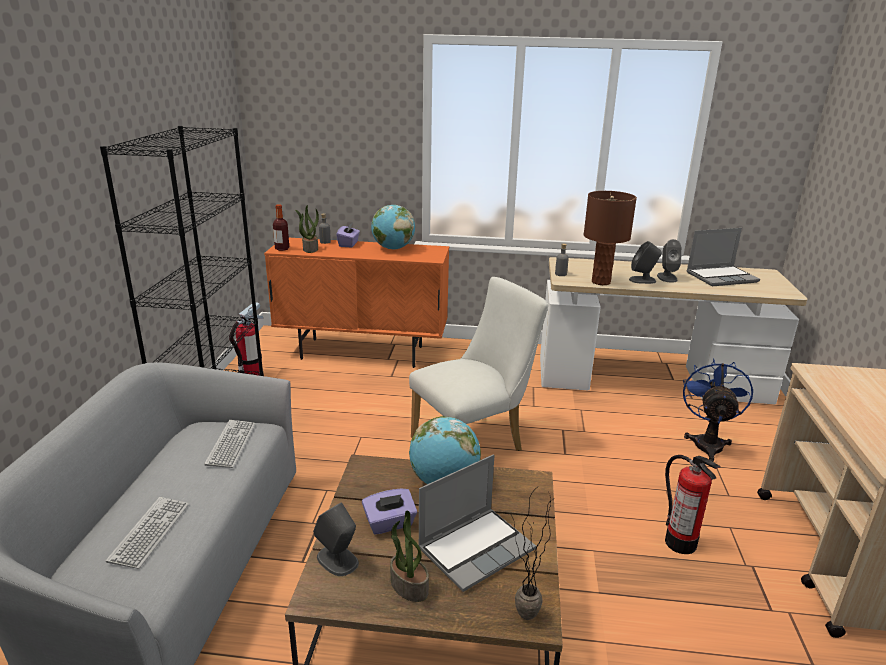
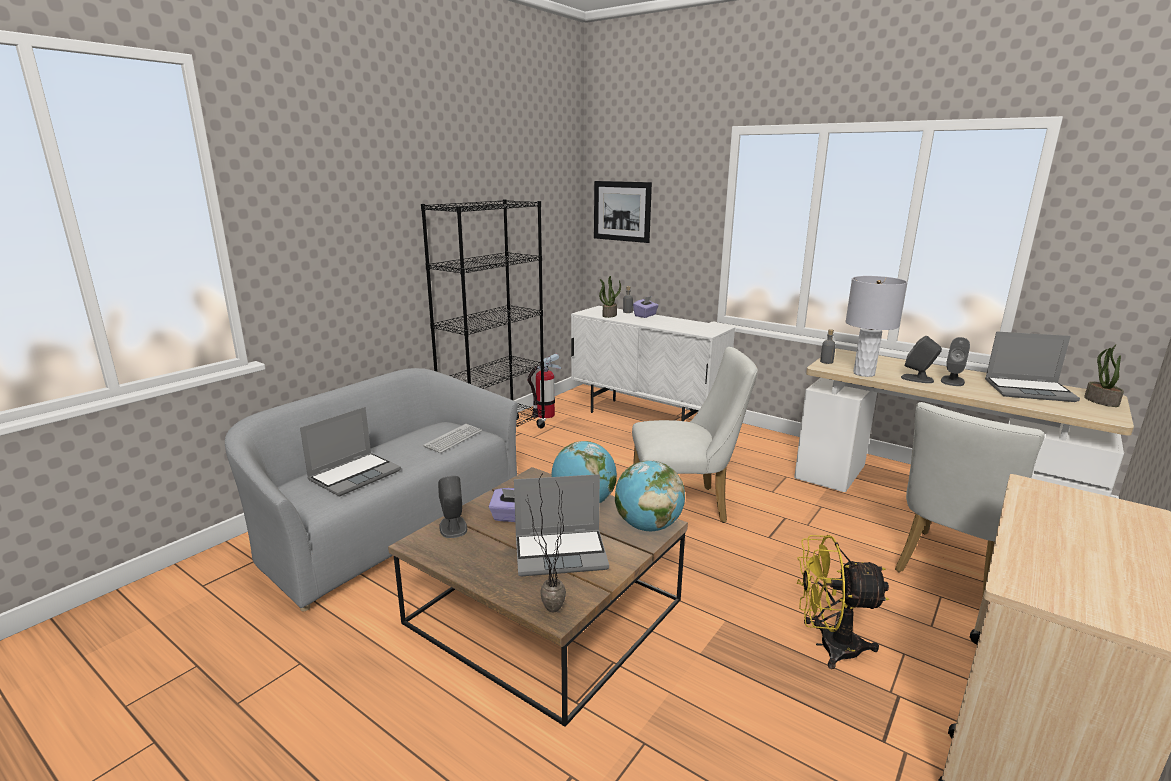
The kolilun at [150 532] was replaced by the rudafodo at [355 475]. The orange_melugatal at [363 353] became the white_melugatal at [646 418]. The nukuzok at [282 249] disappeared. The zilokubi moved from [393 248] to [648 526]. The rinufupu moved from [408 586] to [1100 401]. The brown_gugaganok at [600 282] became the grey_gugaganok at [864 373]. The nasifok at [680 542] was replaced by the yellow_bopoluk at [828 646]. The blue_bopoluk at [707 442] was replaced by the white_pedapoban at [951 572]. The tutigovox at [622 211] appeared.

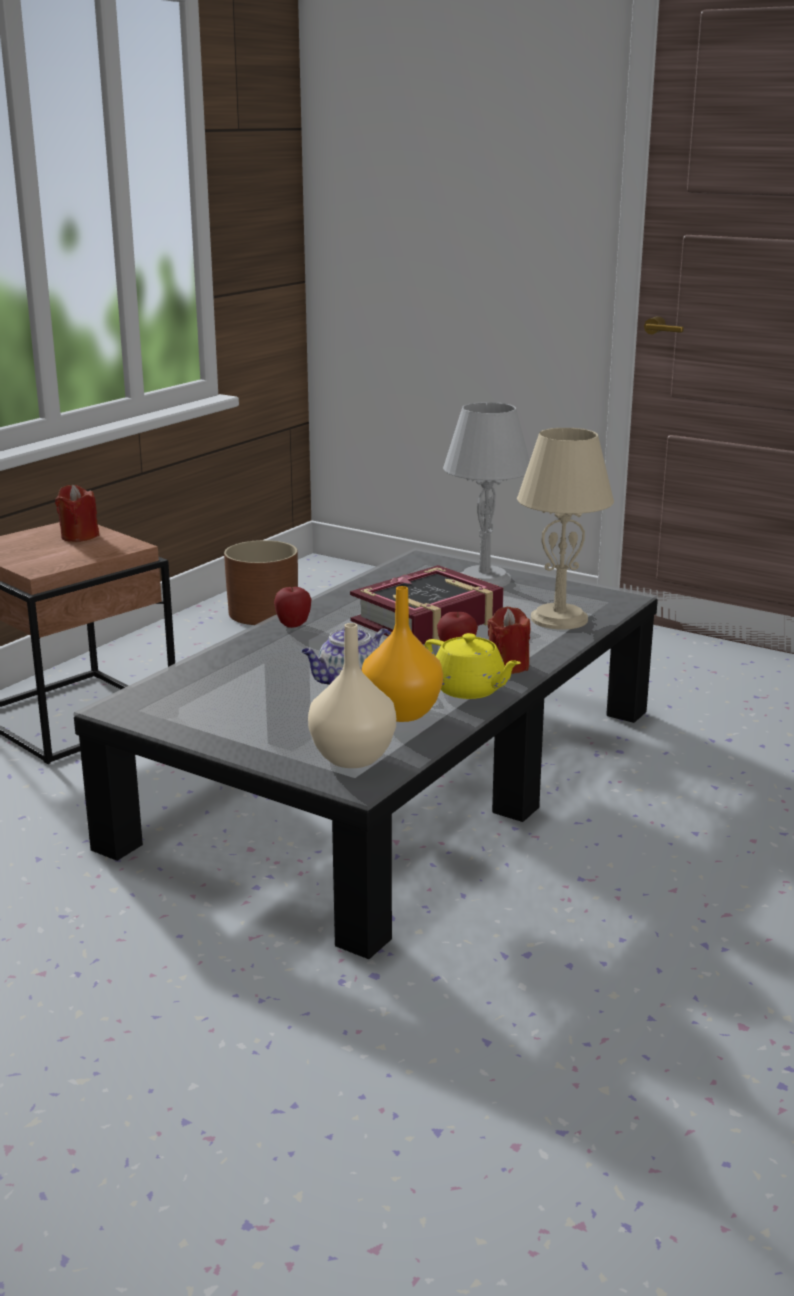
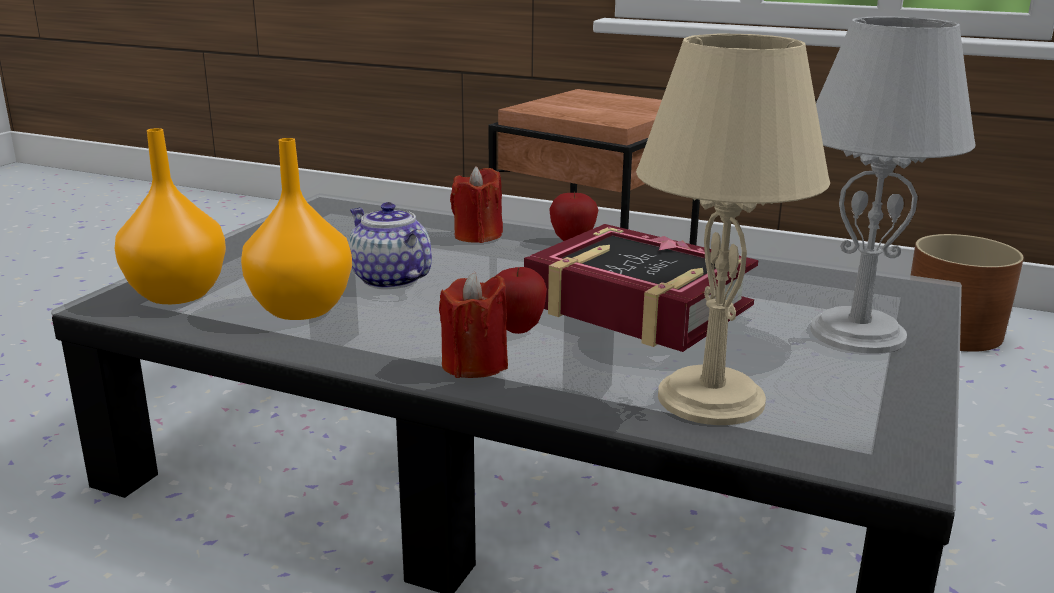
The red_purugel moved from [79 536] to [478 235]. The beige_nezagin at [351 757] became the orange_nezagin at [179 294]. The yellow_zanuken at [469 690] disappeared.

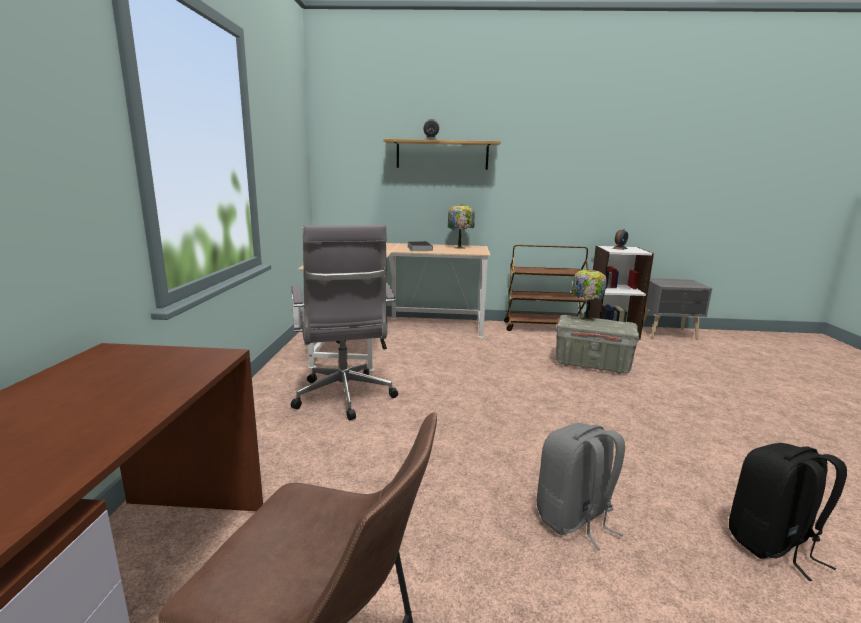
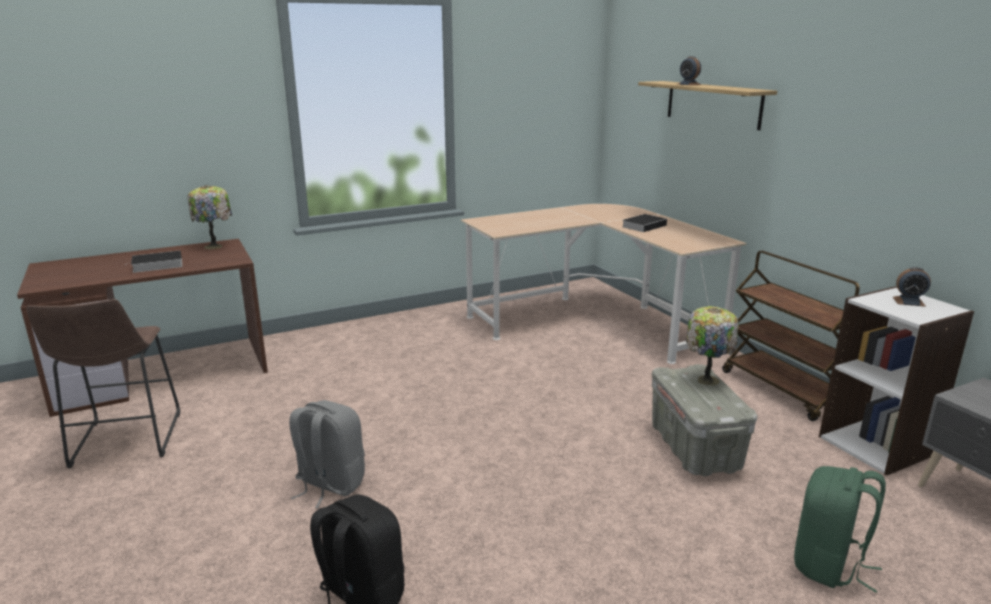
The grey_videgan at [344 398] disappeared. The gugaganok moved from [460 247] to [215 246]. The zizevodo at [156 265] appeared. The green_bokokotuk at [829 565] appeared.

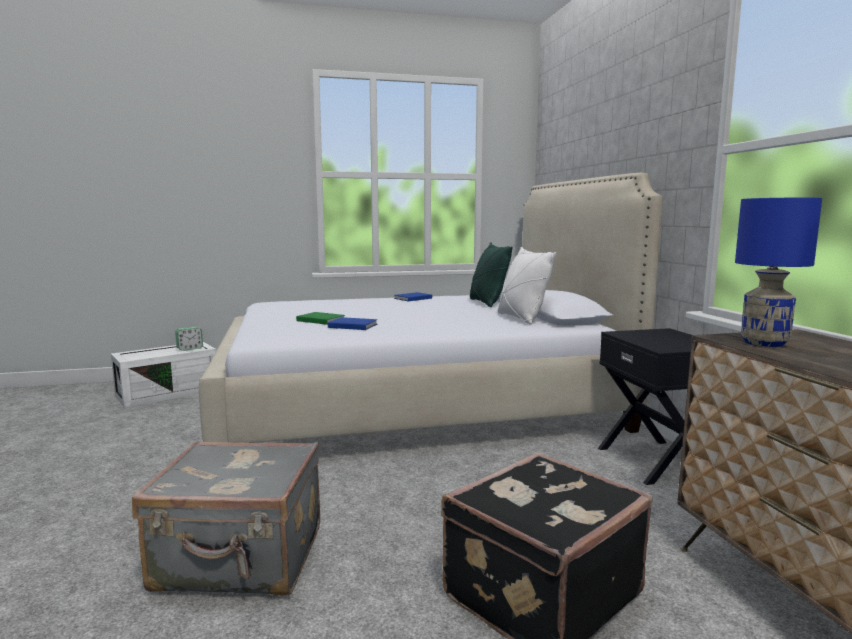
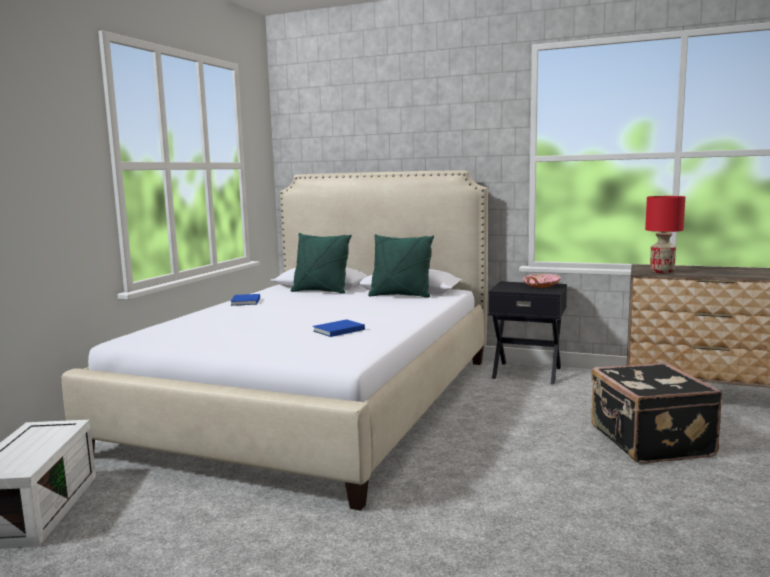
The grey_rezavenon at [241 559] disappeared. The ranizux at [190 348] disappeared. The green_zizevodo at [320 320] disappeared. The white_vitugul at [521 318] became the green_vitugul at [400 296]. The blue_gugaganok at [764 343] became the red_gugaganok at [661 271]. The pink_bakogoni at [540 286] appeared.

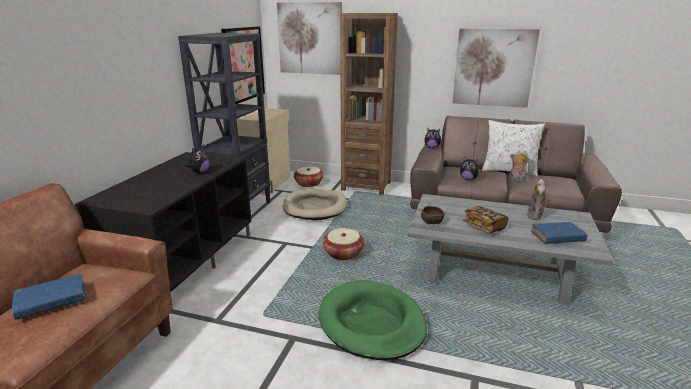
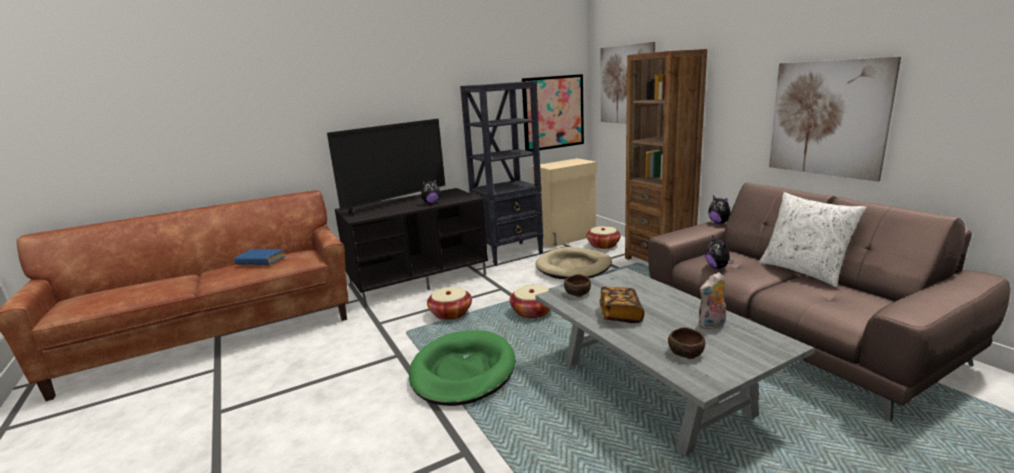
The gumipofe at [517 180] disappeared. The blue_zizevodo at [557 237] was replaced by the brown_bakogoni at [686 353]. The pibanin at [396 203] appeared. The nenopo at [451 313] appeared.

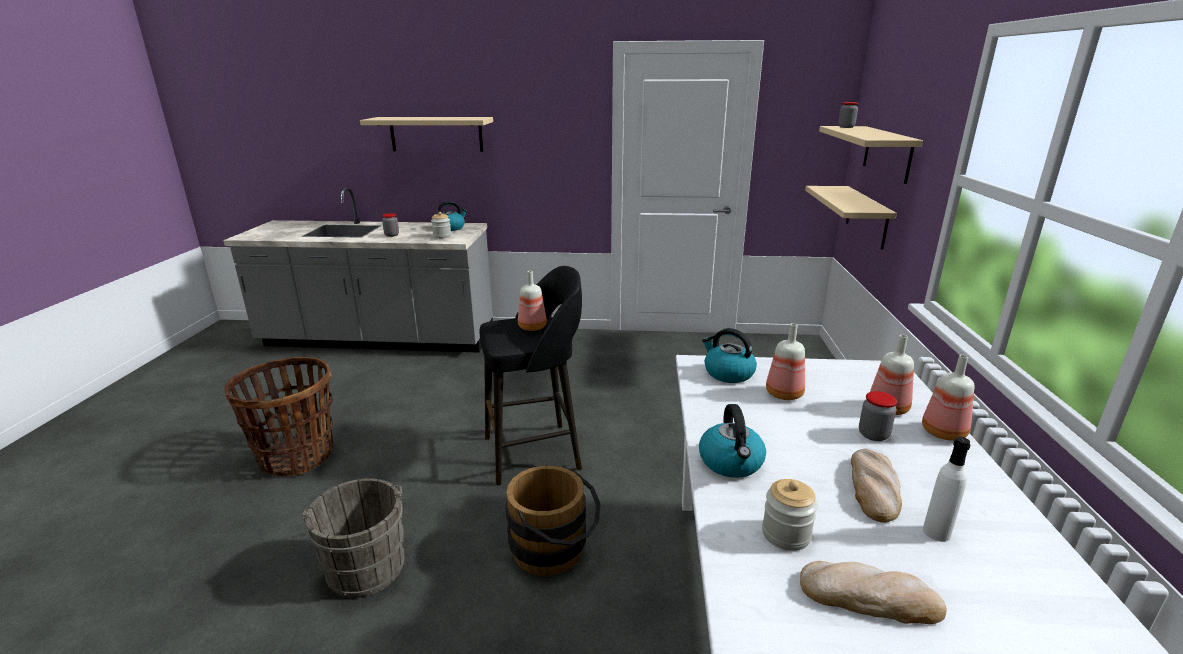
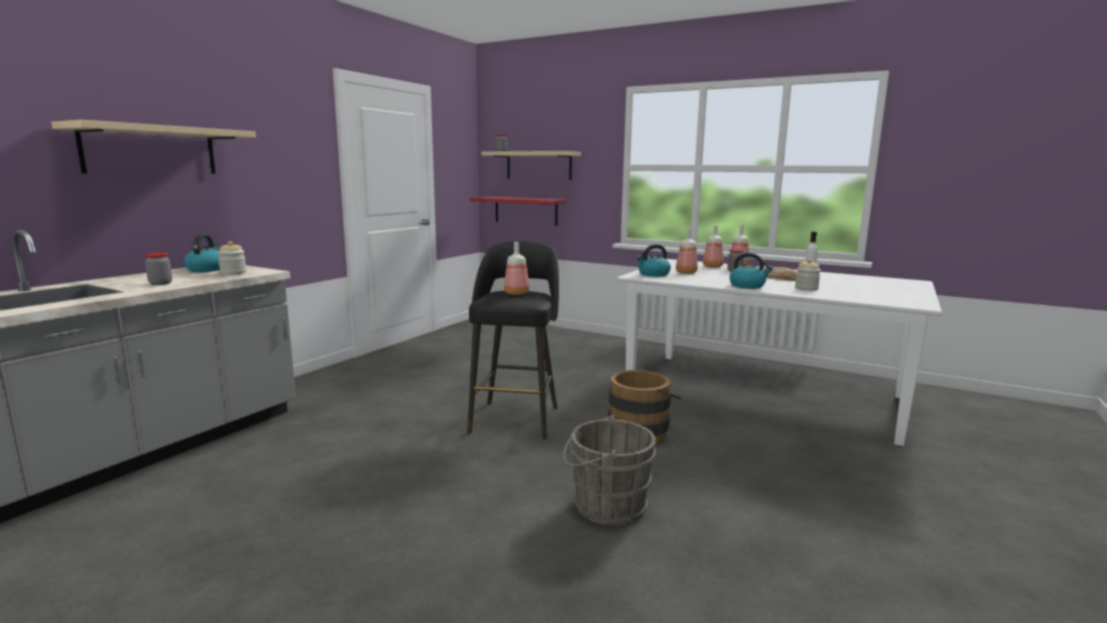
The nenopo at [297 456] disappeared. The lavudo at [869 597] disappeared. The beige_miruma at [866 216] became the red_miruma at [526 210].

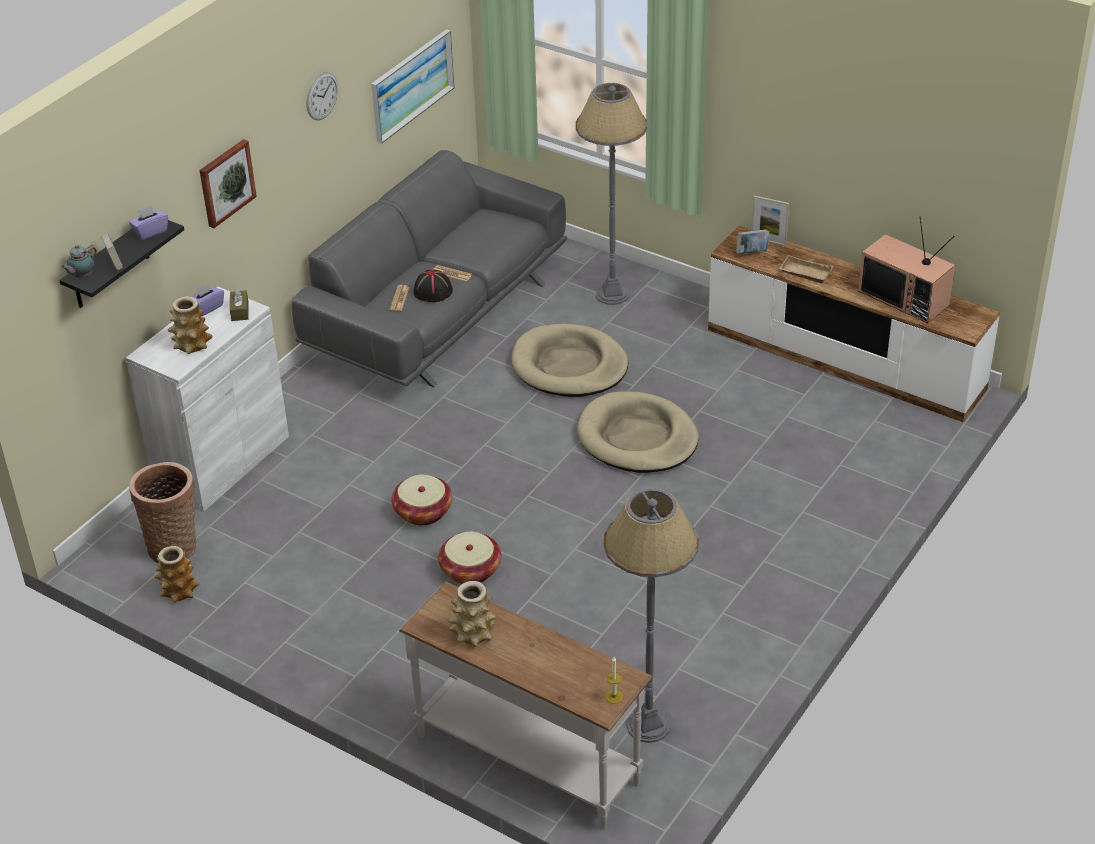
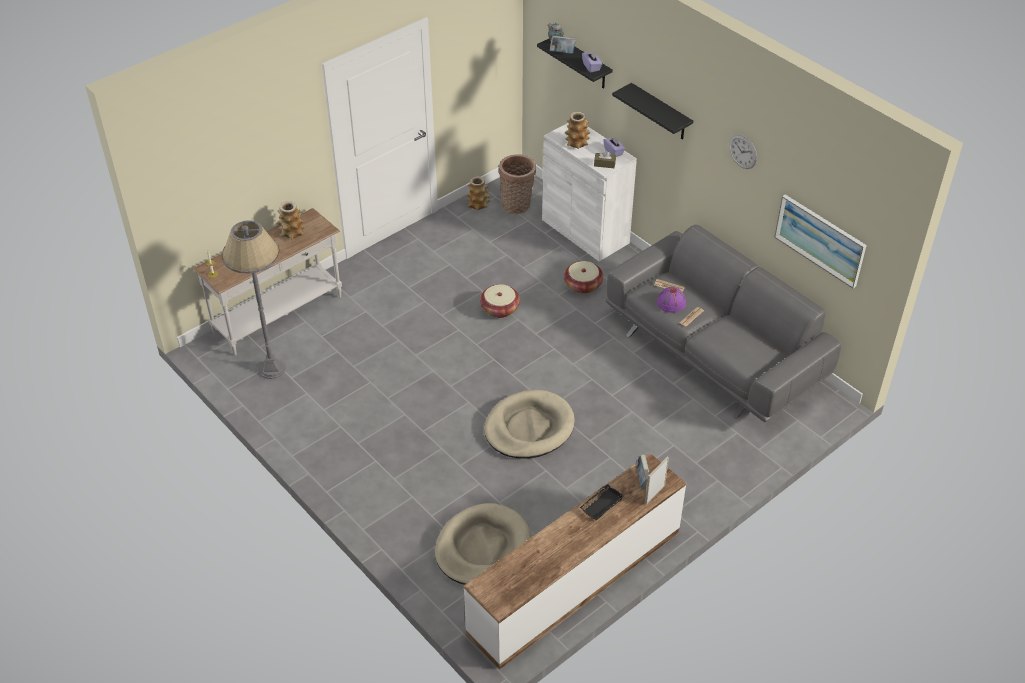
The tutigovox at [226 182] was replaced by the black_miruma at [660 113]. The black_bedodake at [433 291] became the purple_bedodake at [671 303]. The nenopo moved from [470 570] to [583 285]. The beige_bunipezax moved from [569 366] to [482 548]. The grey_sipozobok at [612 295] disappeared. The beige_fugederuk at [804 273] became the black_fugederuk at [601 504]. The pibanin at [906 298] disappeared.

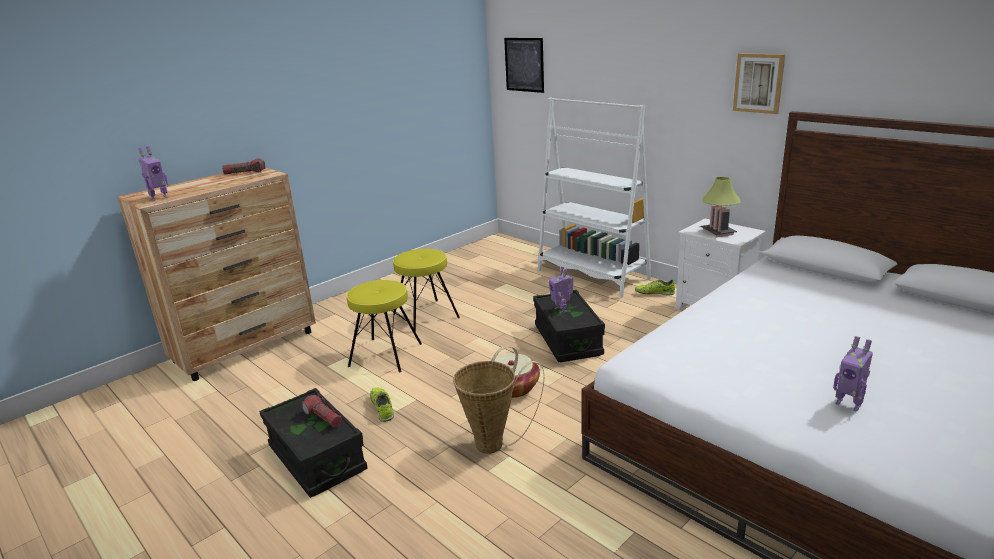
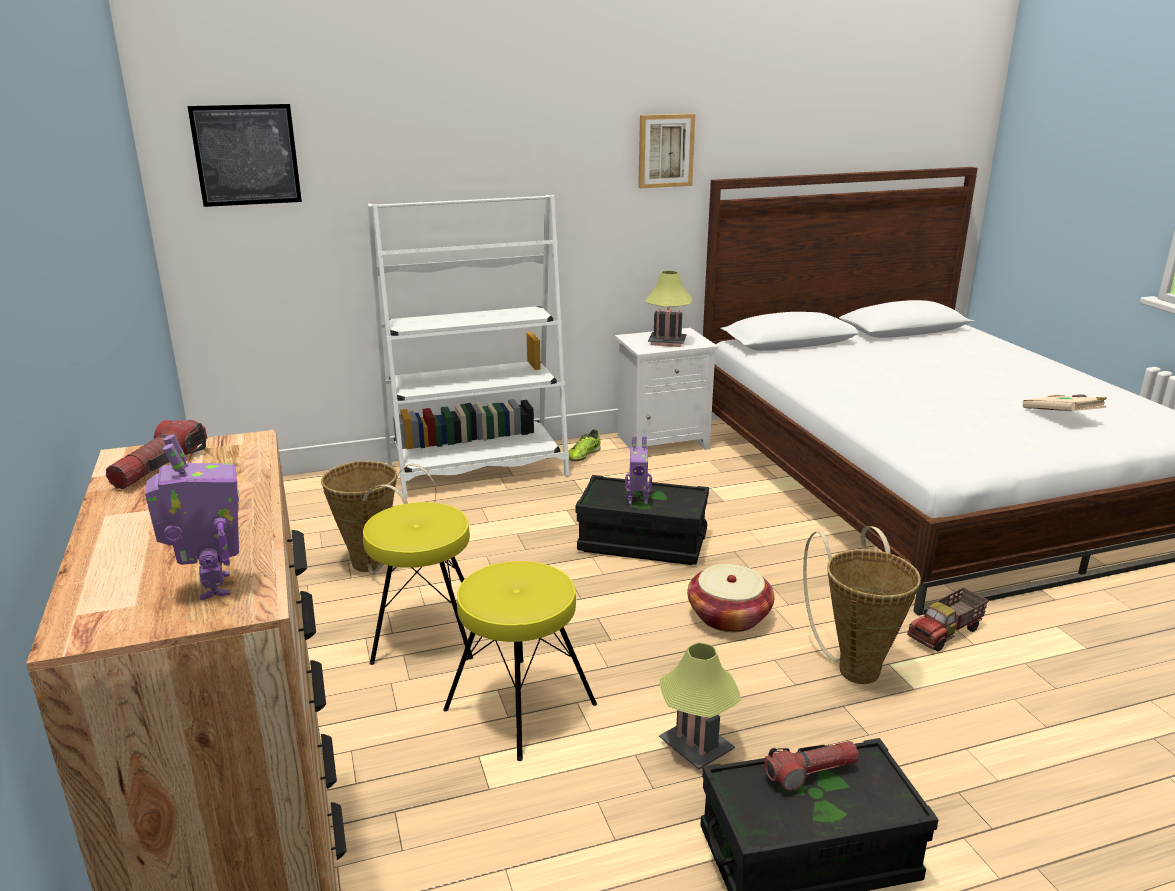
The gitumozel at [382 407] was replaced by the gugaganok at [696 747]. The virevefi at [848 404] was replaced by the beige_zizevodo at [1061 416]. The nenopo at [376 566] appeared. The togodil at [946 633] appeared.

